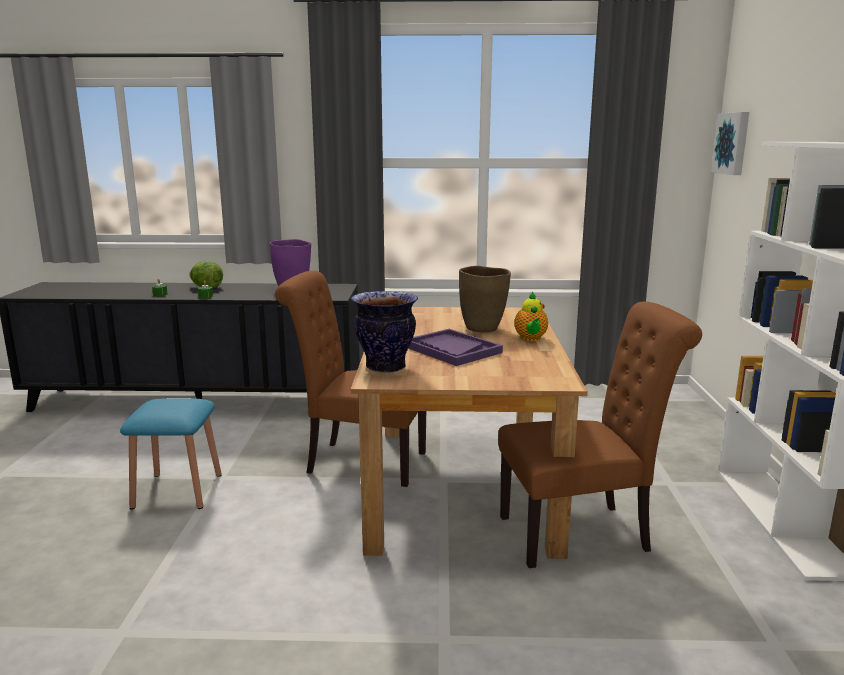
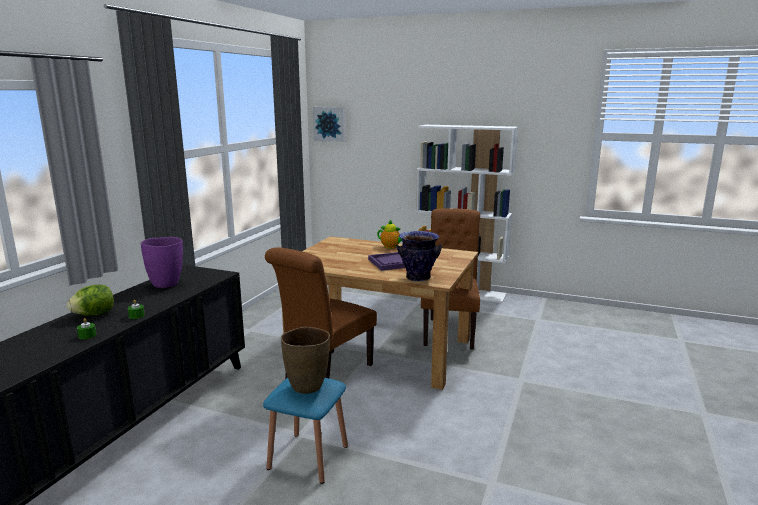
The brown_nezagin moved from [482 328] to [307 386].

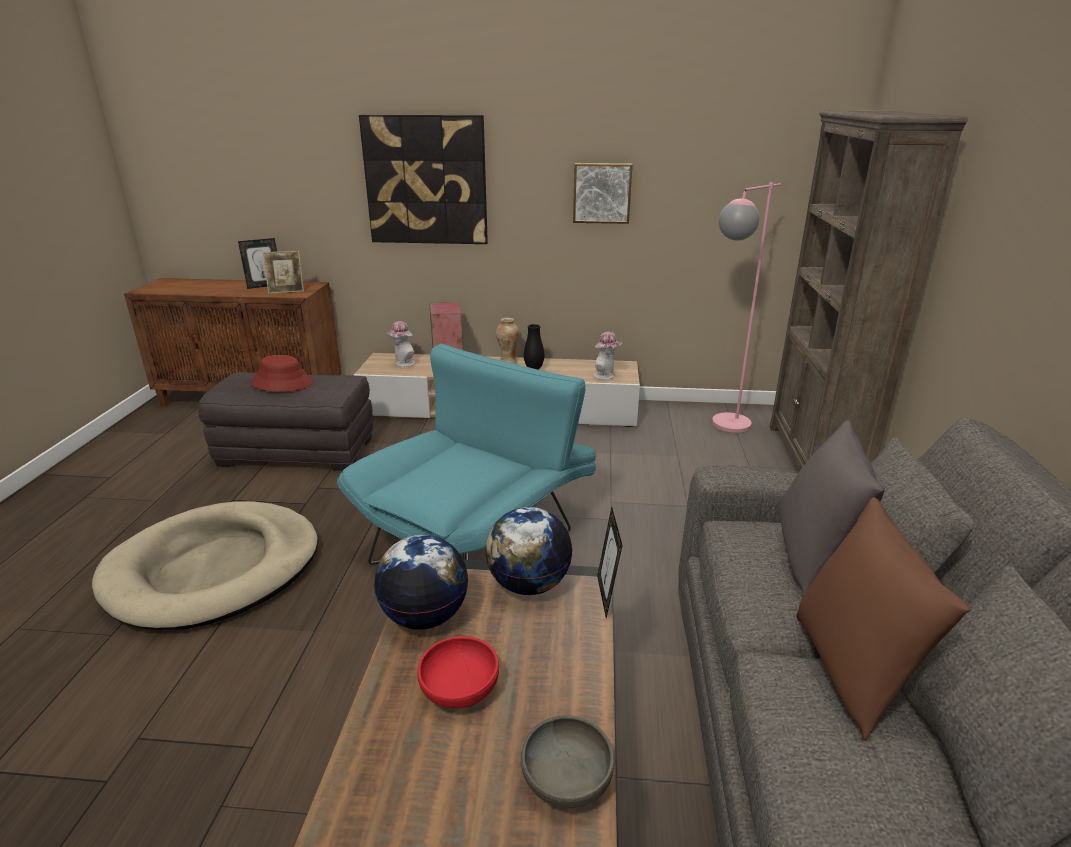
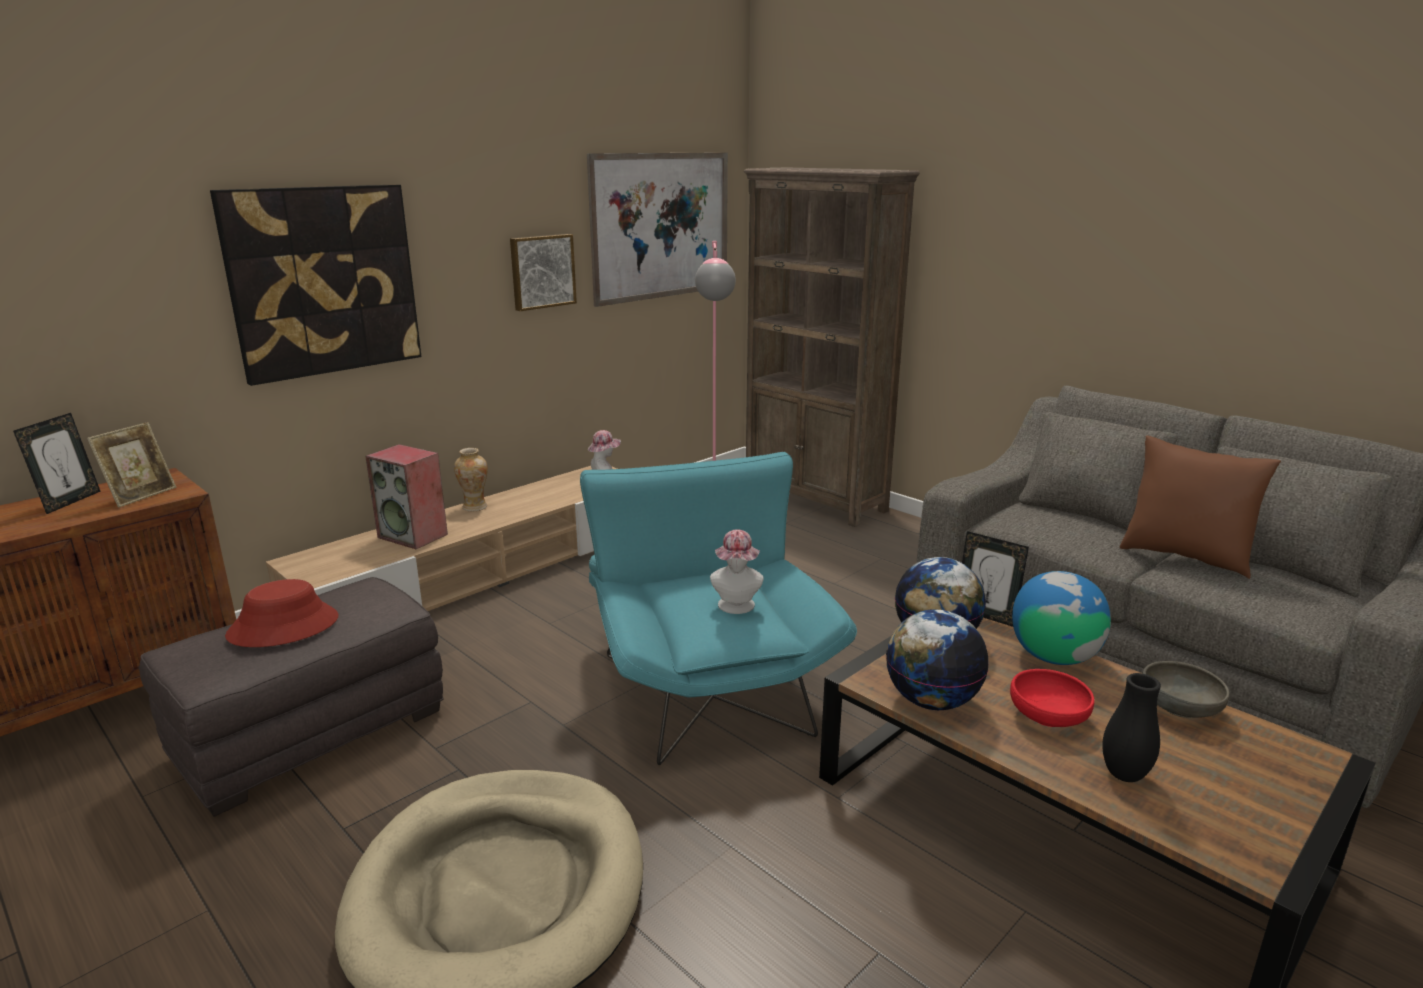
The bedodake moved from [403 364] to [736 607]. The black_nezagin moved from [534 369] to [1124 775]. The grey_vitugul at [813 557] disappeared. The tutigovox at [662 226] appeared. The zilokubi at [1053 657] appeared.

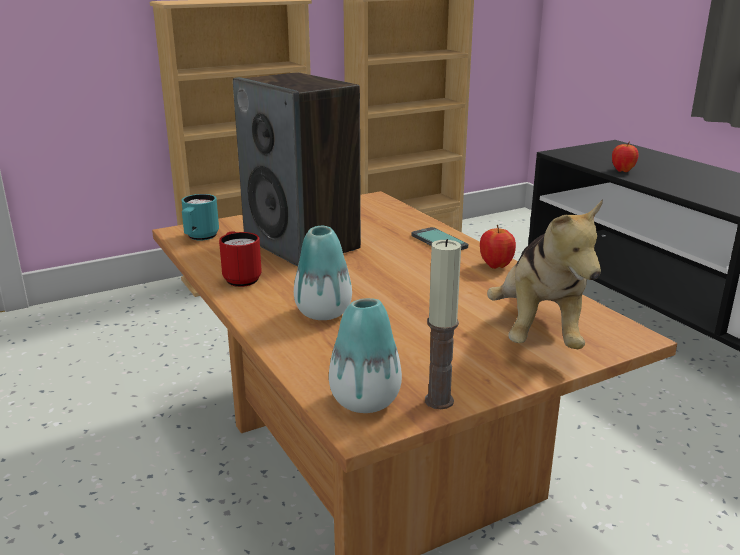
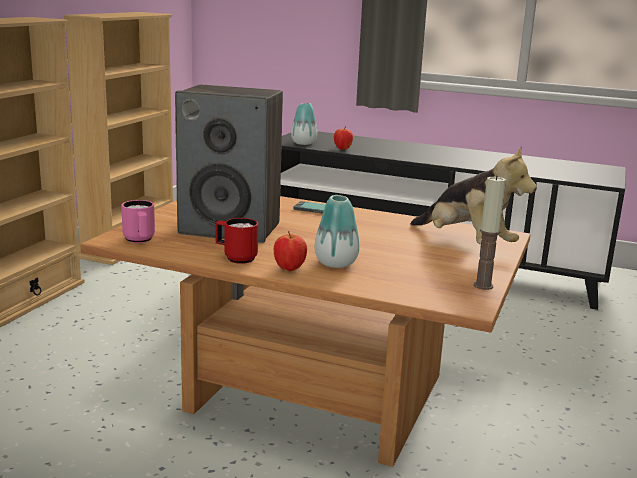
The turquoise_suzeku at [199 238] became the pink_suzeku at [140 241]. The nezagin moved from [365 401] to [303 143]. The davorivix moved from [496 266] to [289 269].

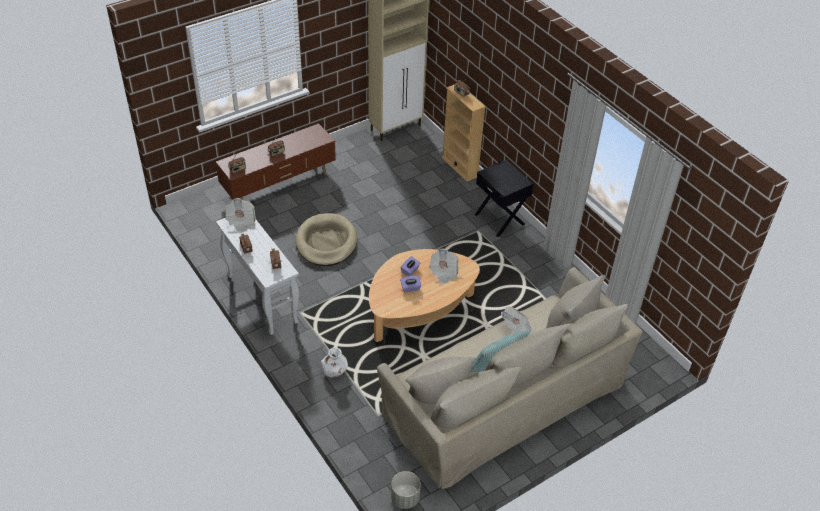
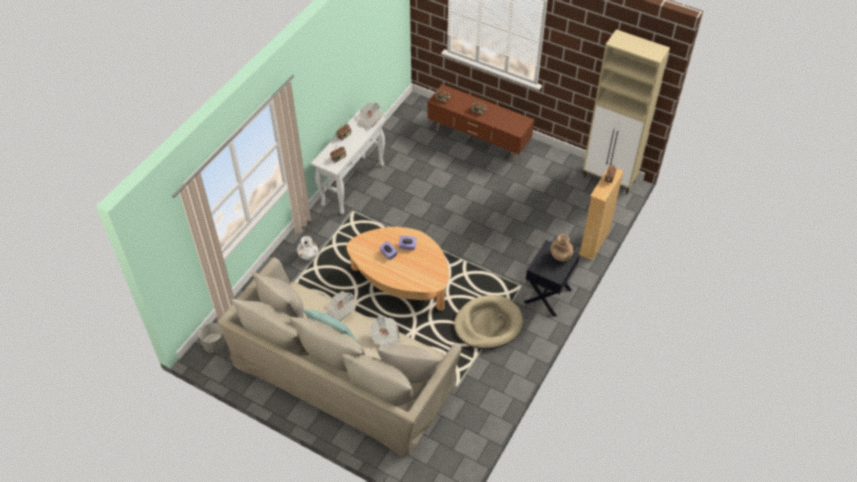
The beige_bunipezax moved from [326 242] to [488 324]. The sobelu moved from [443 272] to [340 311]. The brown_nezagin at [560 256] appeared.

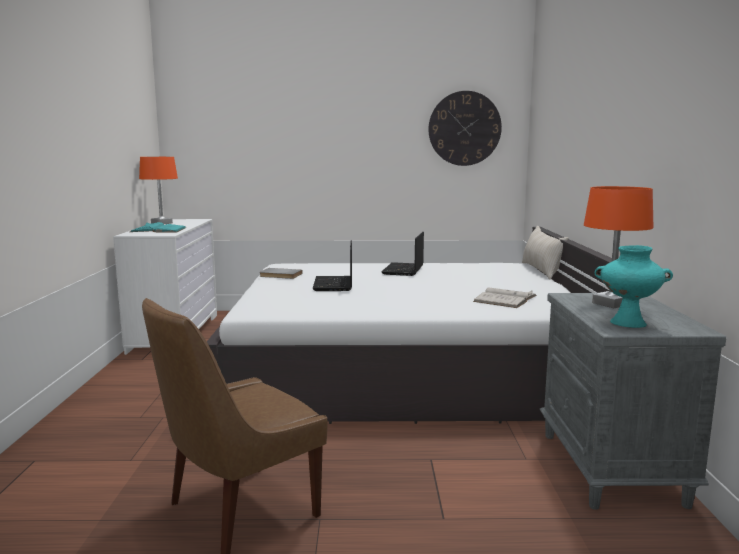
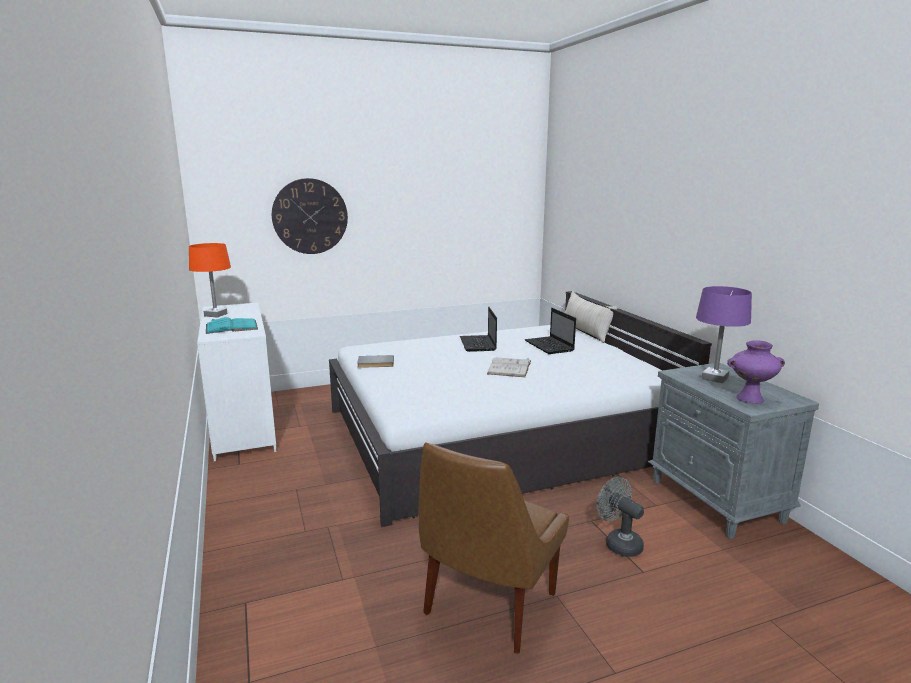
The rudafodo moved from [334 285] to [550 346]. The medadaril moved from [464 128] to [310 216]. The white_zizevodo moved from [505 298] to [509 367]. The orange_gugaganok at [611 304] became the purple_gugaganok at [715 378]. The turquoise_nezagin at [627 323] became the purple_nezagin at [749 399]. The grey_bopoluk at [618 543] appeared.

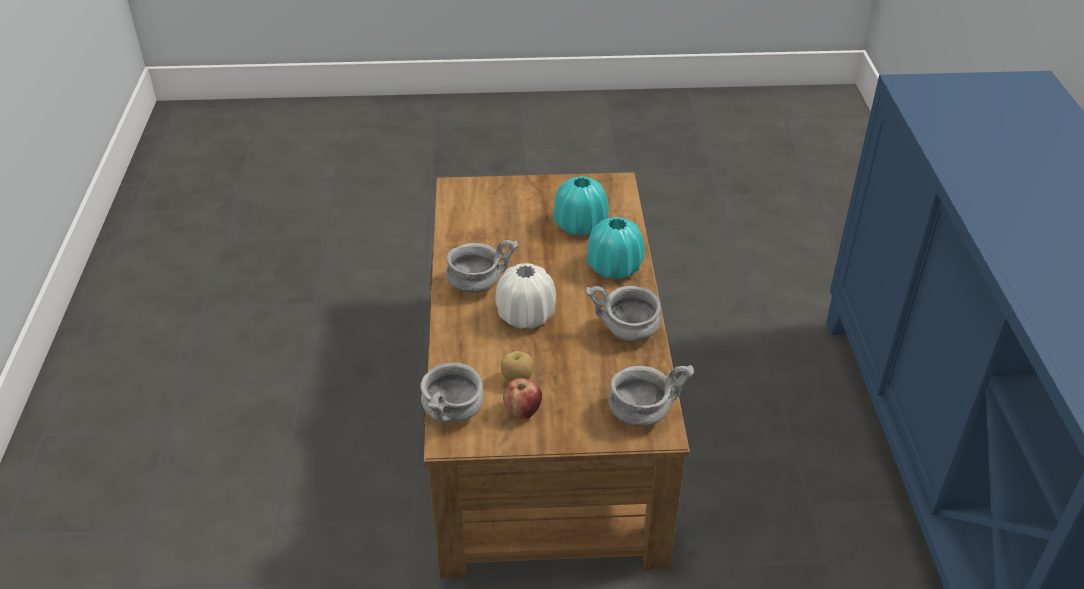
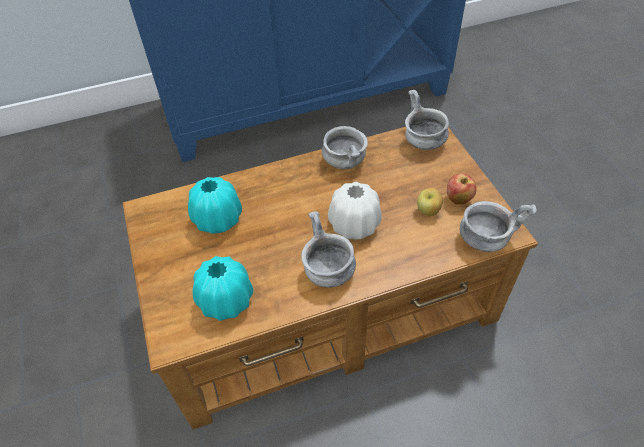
The turquoise_nezagin moved from [614 267] to [226 301].

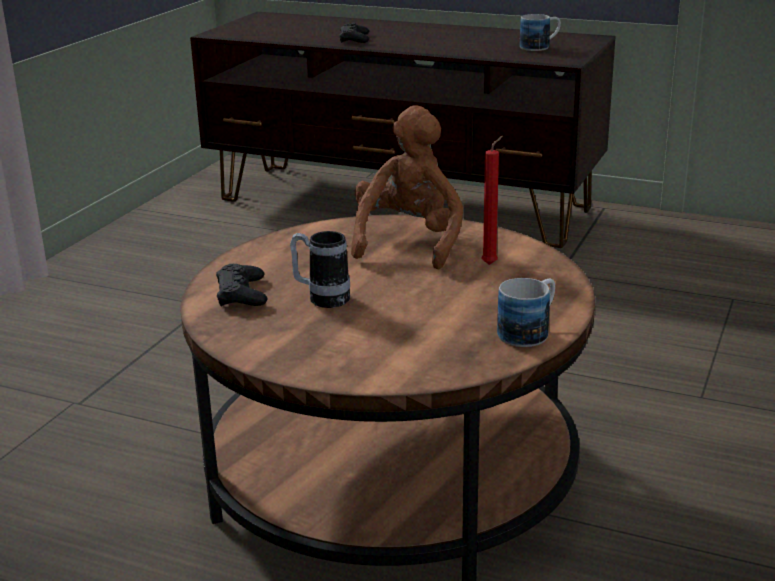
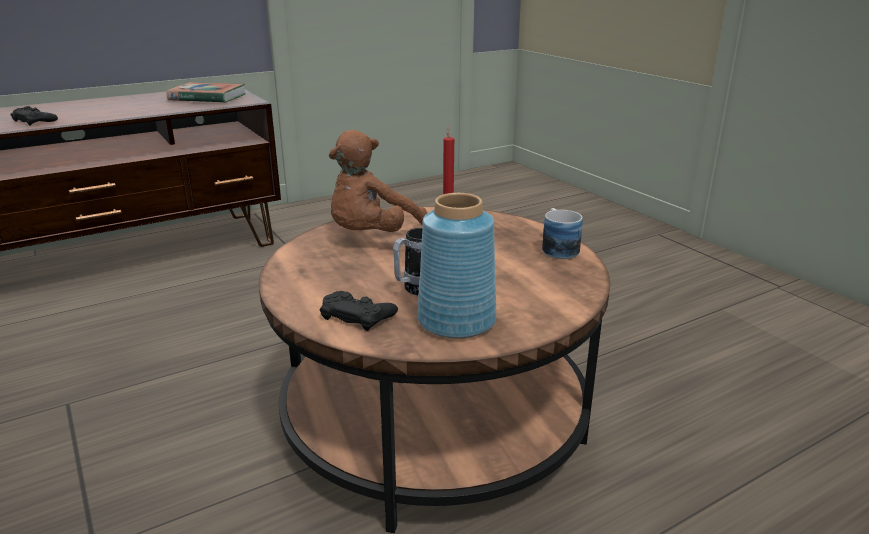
The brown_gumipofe at [409 242] turned 105 degrees counterclockwise. The suzeku at [540 47] was replaced by the zizevodo at [207 98]. The blue_nezagin at [456 322] appeared.

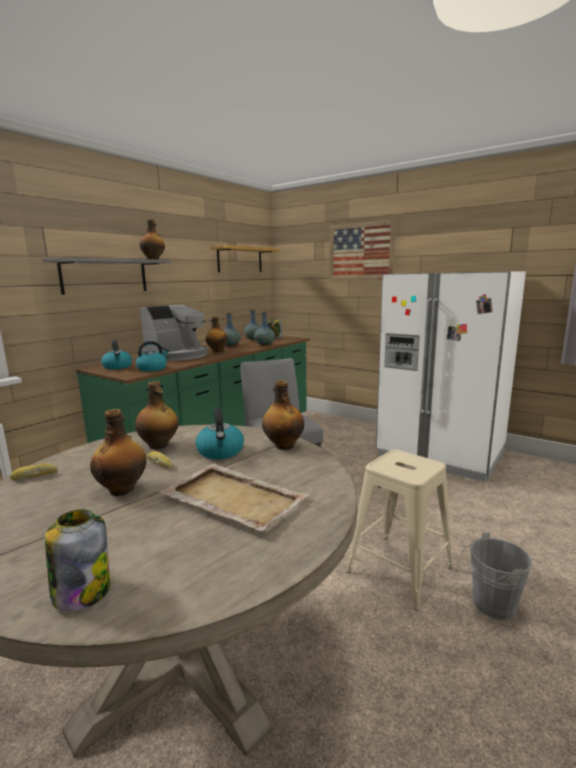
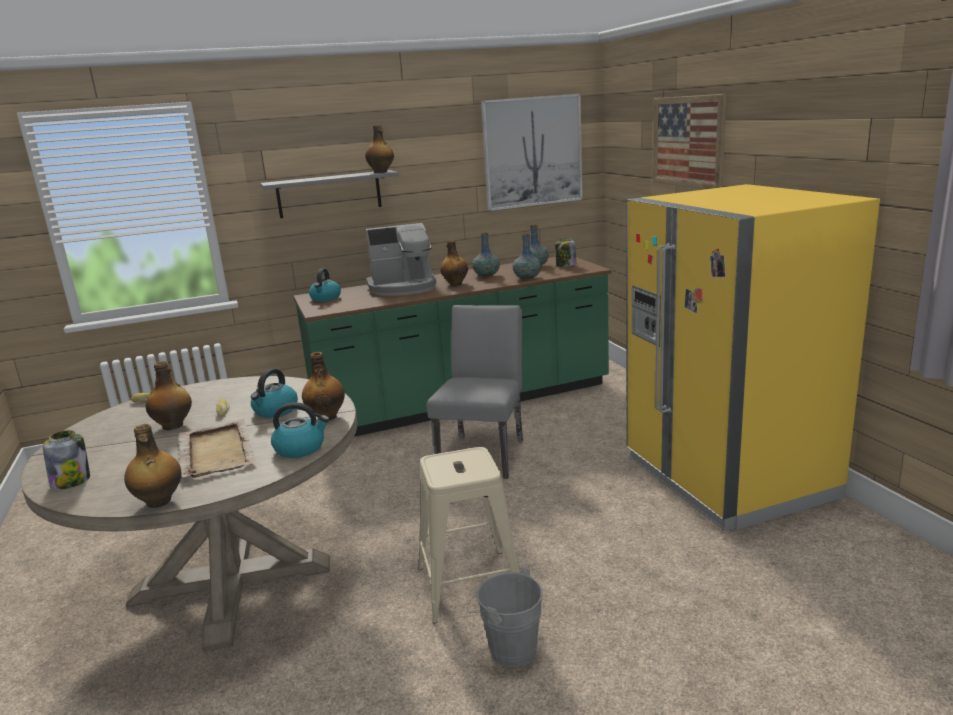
The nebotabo moved from [152 368] to [300 448]. The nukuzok moved from [159 446] to [159 502]. The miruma at [240 260] was replaced by the tutigovox at [532 152]. The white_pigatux at [440 454] became the yellow_pigatux at [727 477].

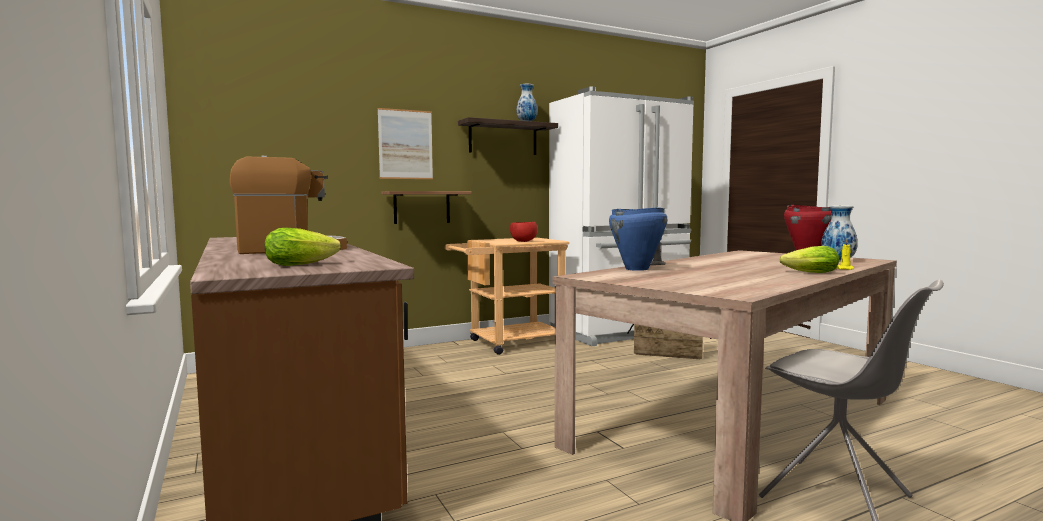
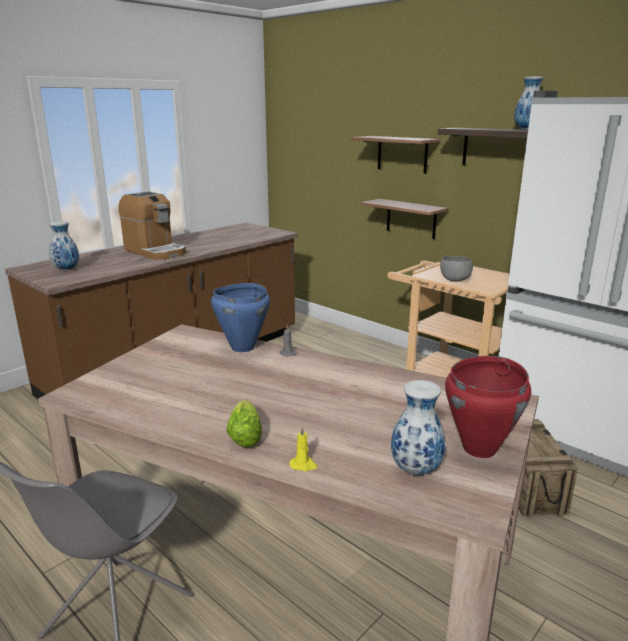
The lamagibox at [305 264] was replaced by the nezagin at [66 269]. The tutigovox at [405 144] was replaced by the miruma at [402 154]. The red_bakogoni at [523 241] became the grey_bakogoni at [454 280].

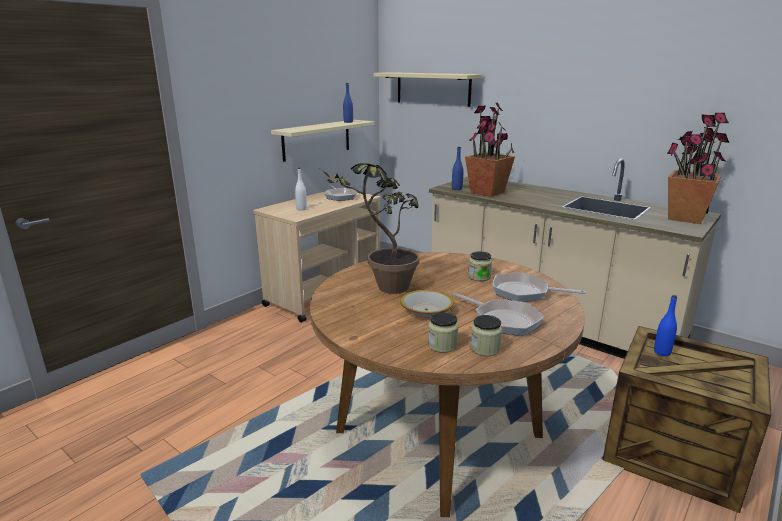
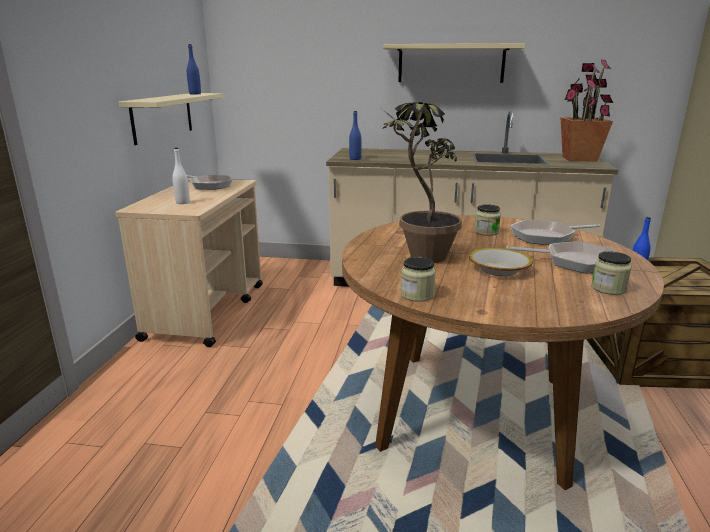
The beige_miruma moved from [433 89] to [451 63]. The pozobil moved from [442 345] to [417 295]. The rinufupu at [487 192] disappeared.

